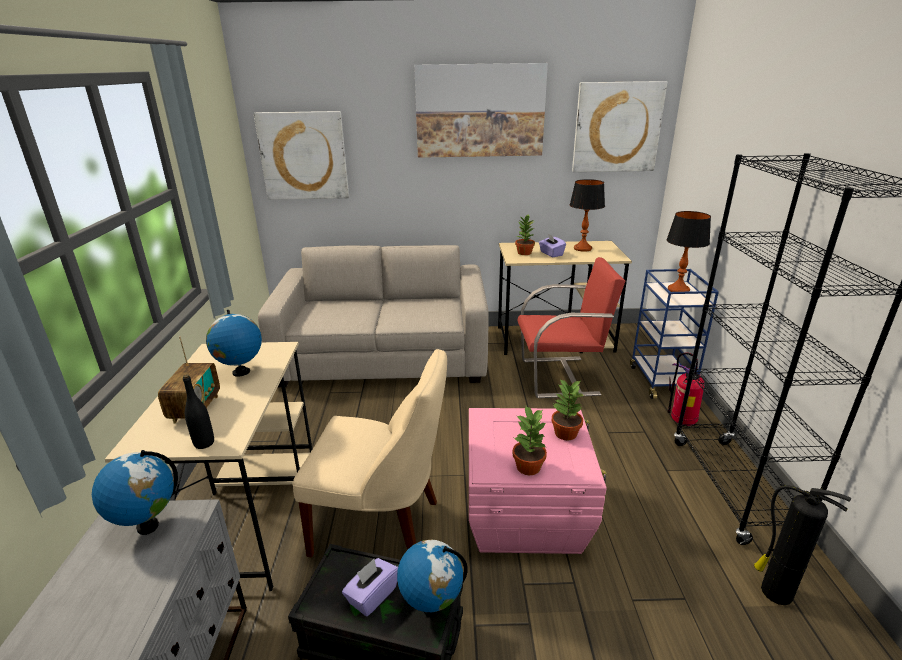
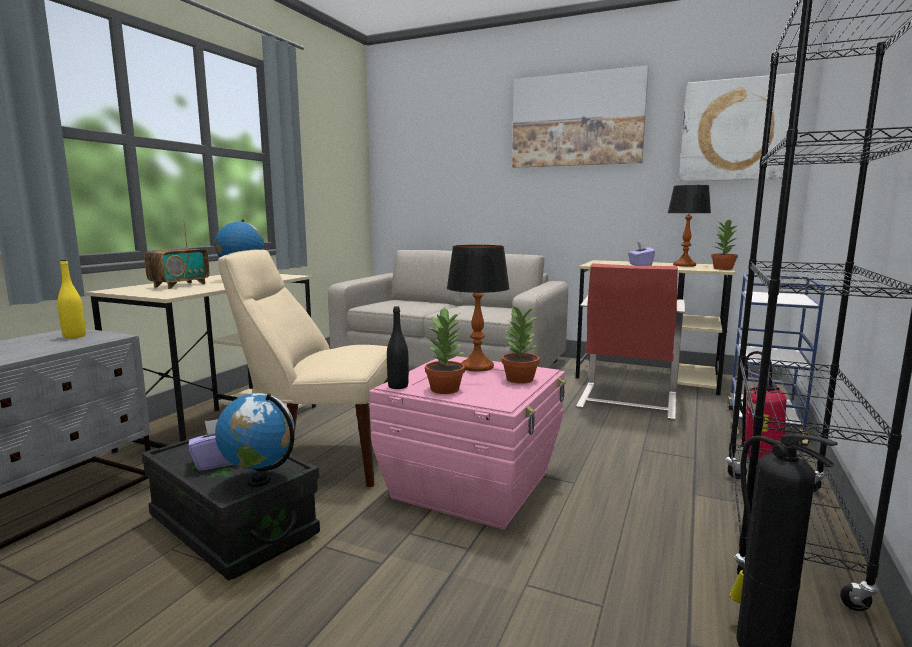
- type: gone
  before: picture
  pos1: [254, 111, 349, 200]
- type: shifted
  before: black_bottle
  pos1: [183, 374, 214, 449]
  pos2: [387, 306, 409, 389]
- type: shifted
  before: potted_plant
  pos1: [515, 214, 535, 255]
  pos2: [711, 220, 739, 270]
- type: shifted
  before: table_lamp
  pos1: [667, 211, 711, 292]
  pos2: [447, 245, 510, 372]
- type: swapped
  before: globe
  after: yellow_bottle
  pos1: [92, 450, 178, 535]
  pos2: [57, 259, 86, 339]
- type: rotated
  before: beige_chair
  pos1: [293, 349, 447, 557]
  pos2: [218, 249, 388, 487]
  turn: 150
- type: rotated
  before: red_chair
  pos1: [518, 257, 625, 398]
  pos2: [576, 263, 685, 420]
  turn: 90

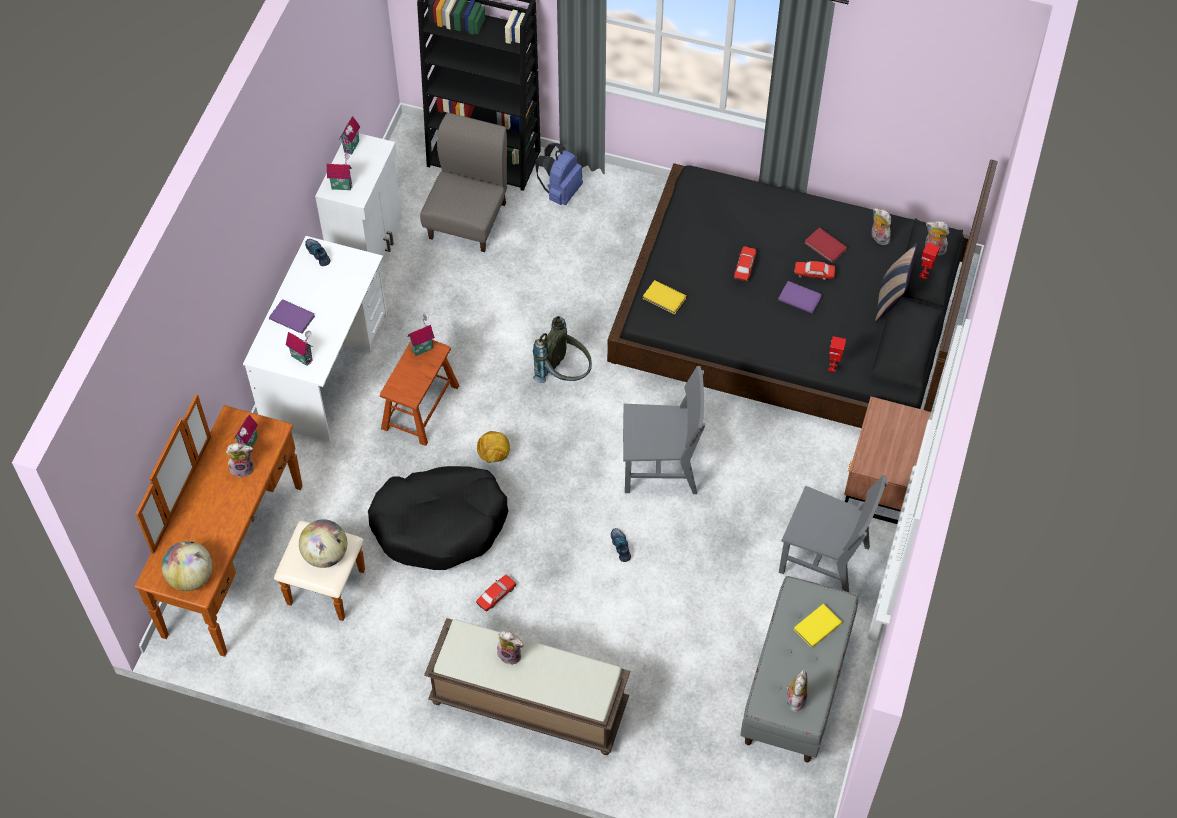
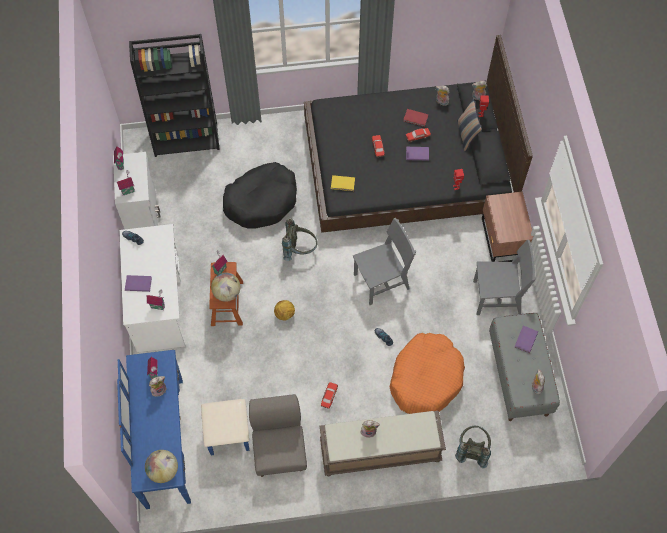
- type: gone
  before: blue_backpack
  pos1: [535, 143, 583, 205]
- type: new
  after: orange_dog_bed
  pos2: [390, 333, 465, 414]
- type: new
  after: grey_backpack
  pos2: [455, 426, 491, 468]
- type: shifted
  before: globe
  pos1: [299, 519, 347, 568]
  pos2: [211, 272, 240, 302]
- type: shifted
  before: black_dog_bed
  pos1: [368, 466, 508, 570]
  pos2: [223, 162, 297, 229]
- type: shifted
  before: grey_chair
  pos1: [420, 113, 507, 252]
  pos2: [249, 394, 307, 477]
- type: repainted
  before: brown_dresser
  after: blue_dresser
  pos1: [135, 394, 365, 657]
  pos2: [117, 350, 249, 509]
- type: repainted
  before: yellow_book
  after: purple_book
  pos1: [794, 603, 842, 648]
  pos2: [515, 325, 538, 353]

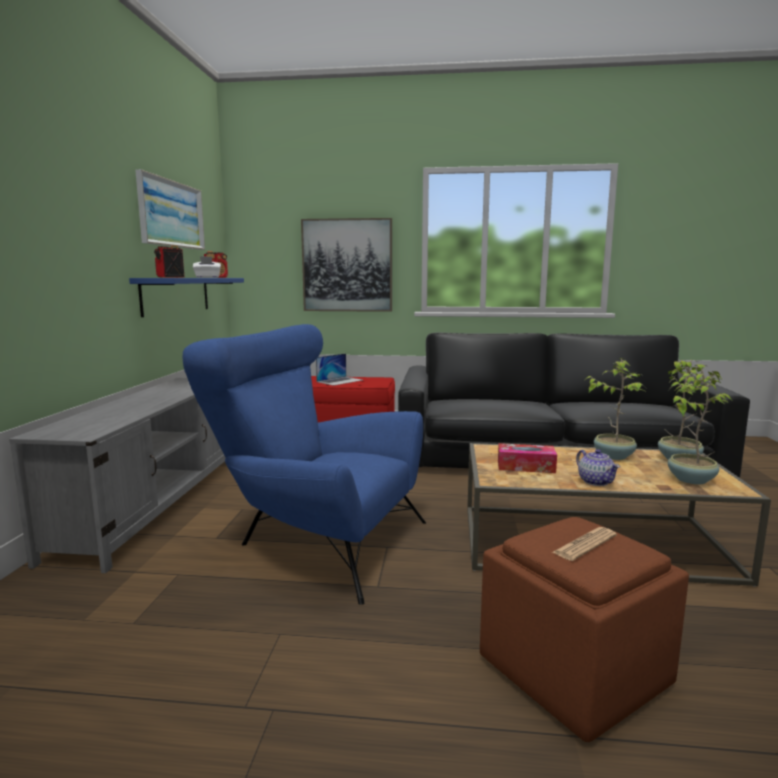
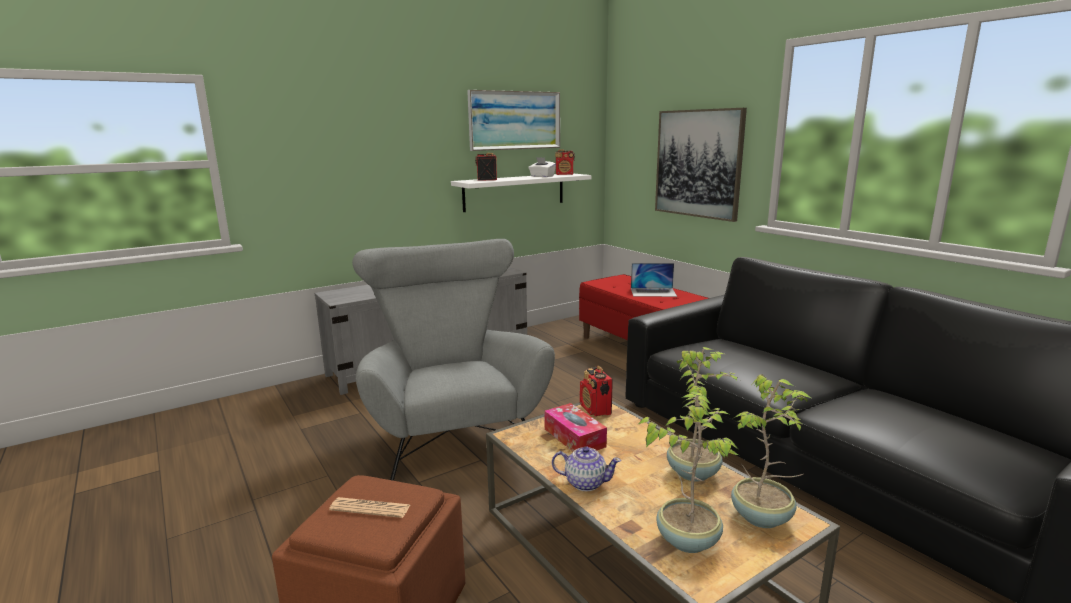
- type: new
  after: radio
  pos2: [580, 366, 613, 416]
- type: repainted
  before: blue_shelf
  after: white_shelf
  pos1: [129, 278, 244, 317]
  pos2: [451, 174, 591, 212]
- type: repainted
  before: blue_armchair
  after: grey_armchair
  pos1: [183, 324, 426, 605]
  pos2: [352, 239, 555, 481]
- type: rotated
  before: teapot
  pos1: [576, 449, 620, 486]
  pos2: [552, 446, 621, 491]
  turn: -105

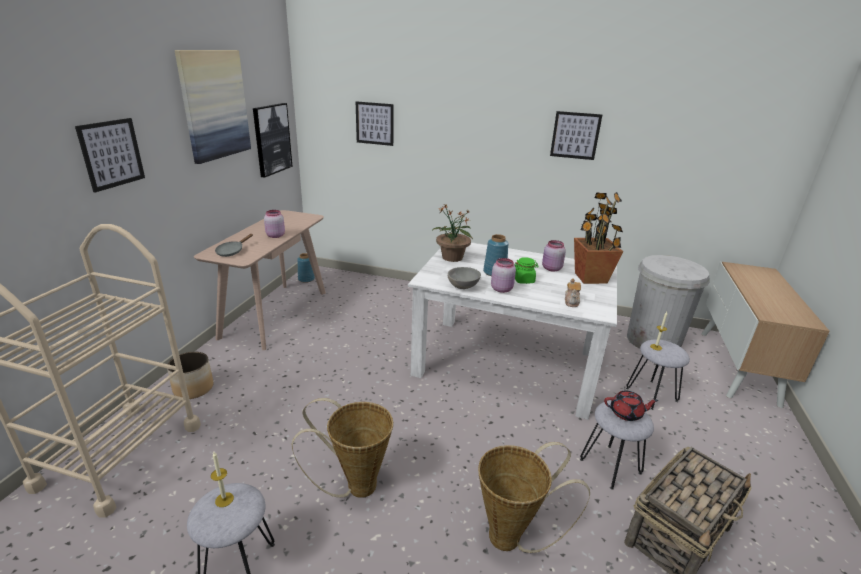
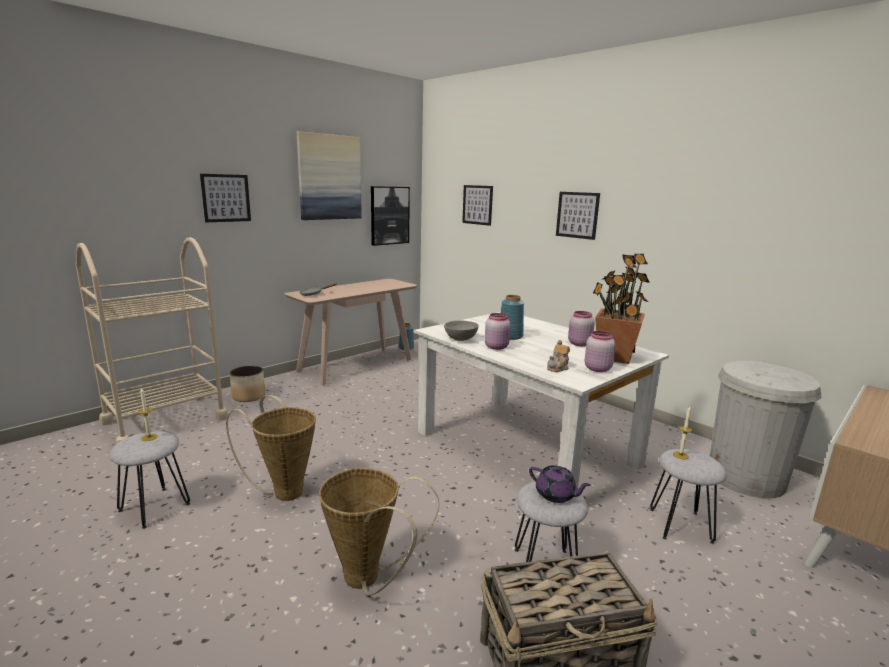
- type: gone
  before: potted_plant
  pos1: [432, 204, 473, 262]
- type: gone
  before: green_jar
  pos1: [514, 257, 539, 284]
- type: shifted
  before: pink_jar
  pos1: [264, 210, 285, 238]
  pos2: [585, 331, 616, 372]
- type: shifted
  before: picture
  pos1: [550, 111, 602, 160]
  pos2: [556, 192, 600, 240]
- type: repainted
  before: red_teapot
  after: purple_teapot
  pos1: [604, 391, 659, 421]
  pos2: [529, 465, 591, 503]

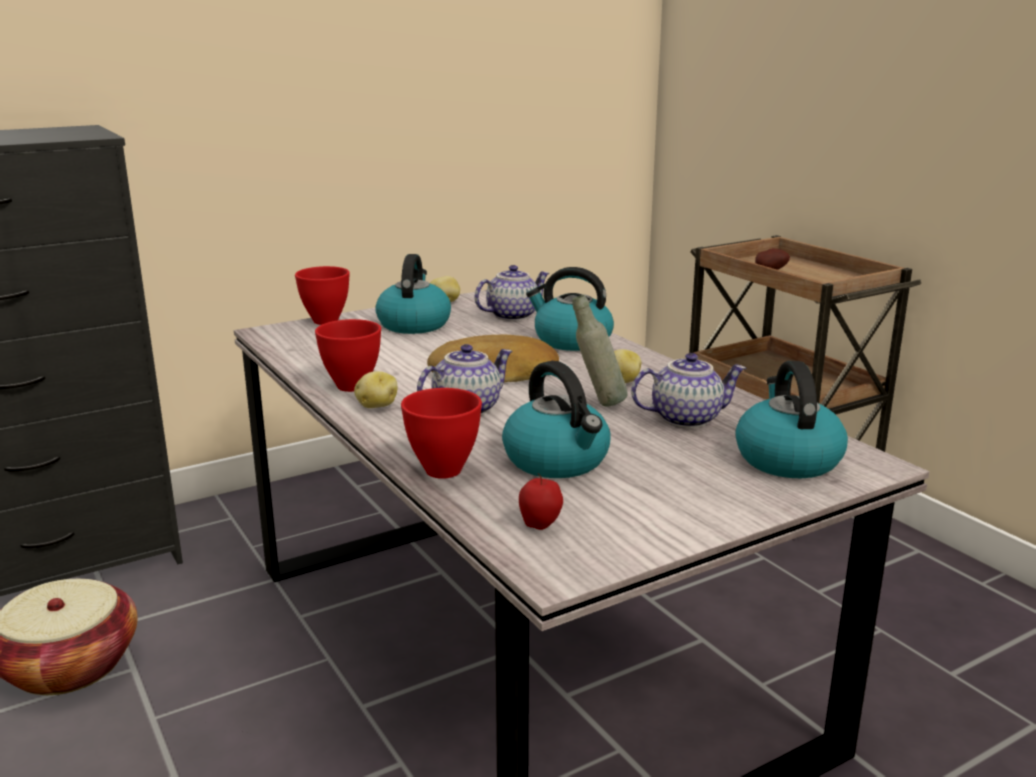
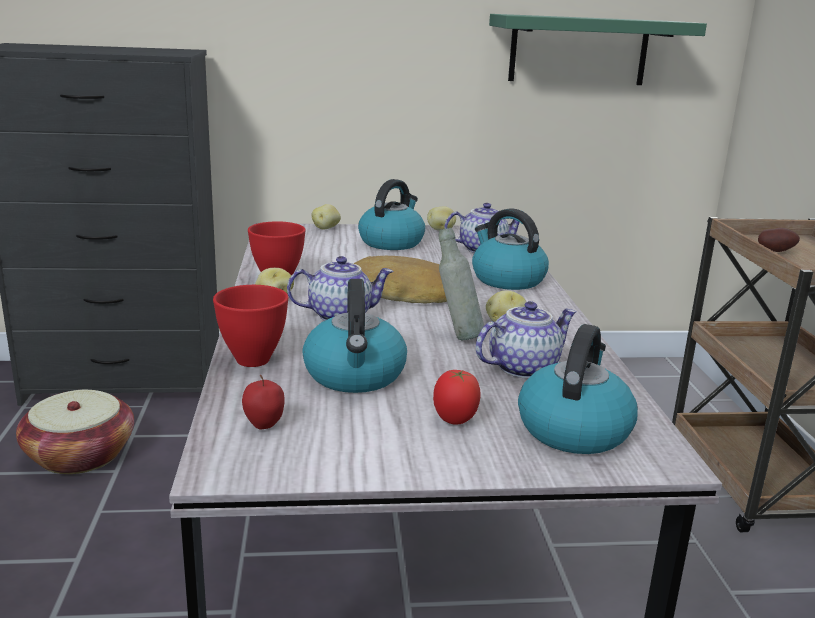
- type: new
  after: tomato
  pos2: [433, 370, 481, 425]
- type: new
  after: green_shelf
  pos2: [489, 14, 707, 85]
- type: swapped
  before: red_bowl
  after: potato
  pos1: [295, 266, 350, 325]
  pos2: [312, 204, 341, 230]
- type: rotated
  before: teapot
  pos1: [631, 353, 747, 428]
  pos2: [476, 301, 576, 379]
  turn: -45

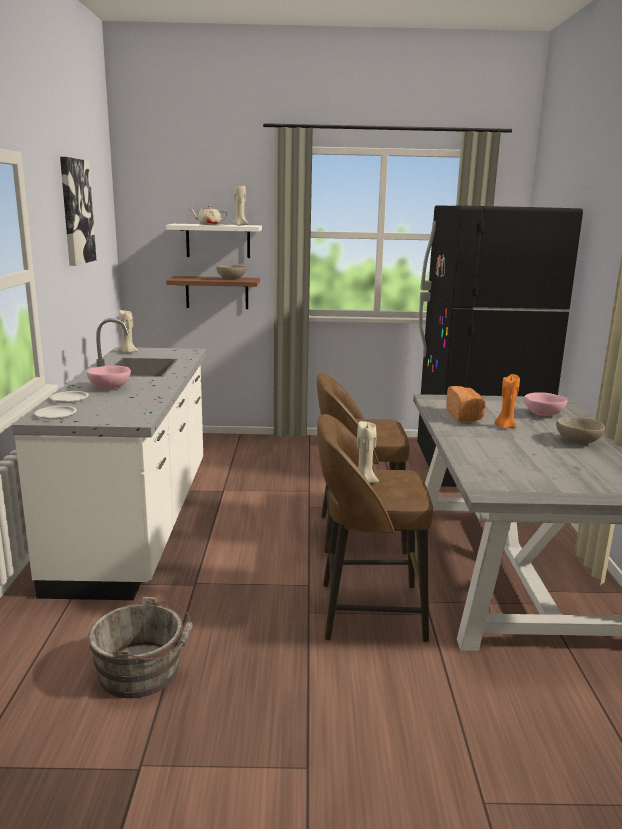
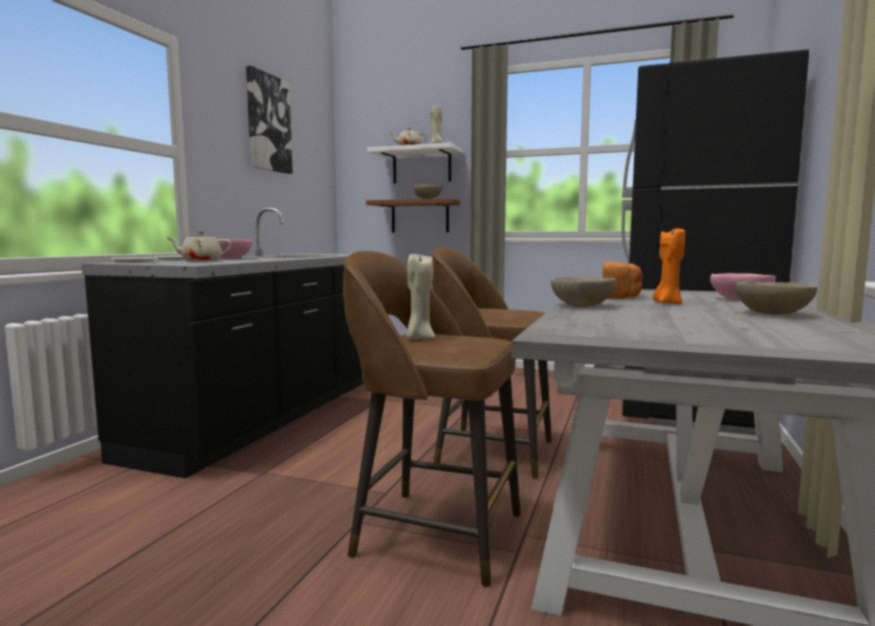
- type: gone
  before: grey_bucket
  pos1: [88, 597, 193, 698]
- type: gone
  before: beige_candle
  pos1: [118, 310, 139, 353]
- type: new
  after: beige_teapot
  pos2: [166, 231, 232, 261]
- type: new
  after: beige_bowl
  pos2: [551, 277, 616, 307]
- type: repainted
  before: white_counter
  after: black_counter
  pos1: [12, 318, 207, 600]
  pos2: [81, 207, 364, 478]

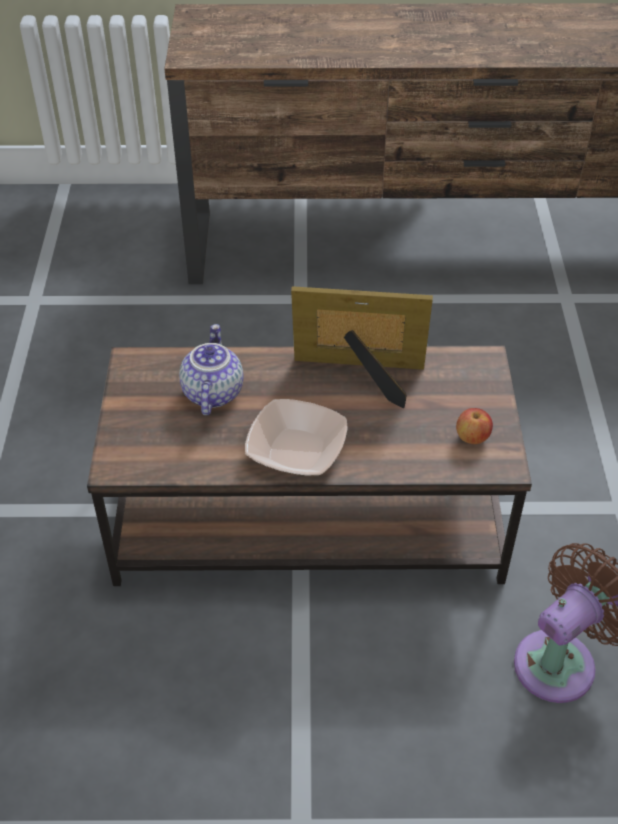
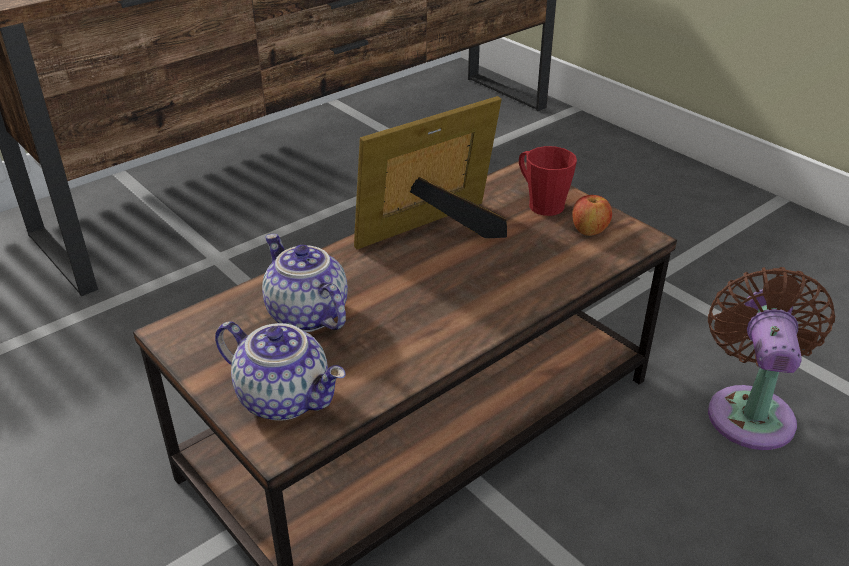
- type: gone
  before: bowl
  pos1: [245, 399, 348, 476]
- type: new
  after: teapot
  pos2: [215, 321, 346, 421]
- type: new
  after: red_mug
  pos2: [519, 146, 577, 216]

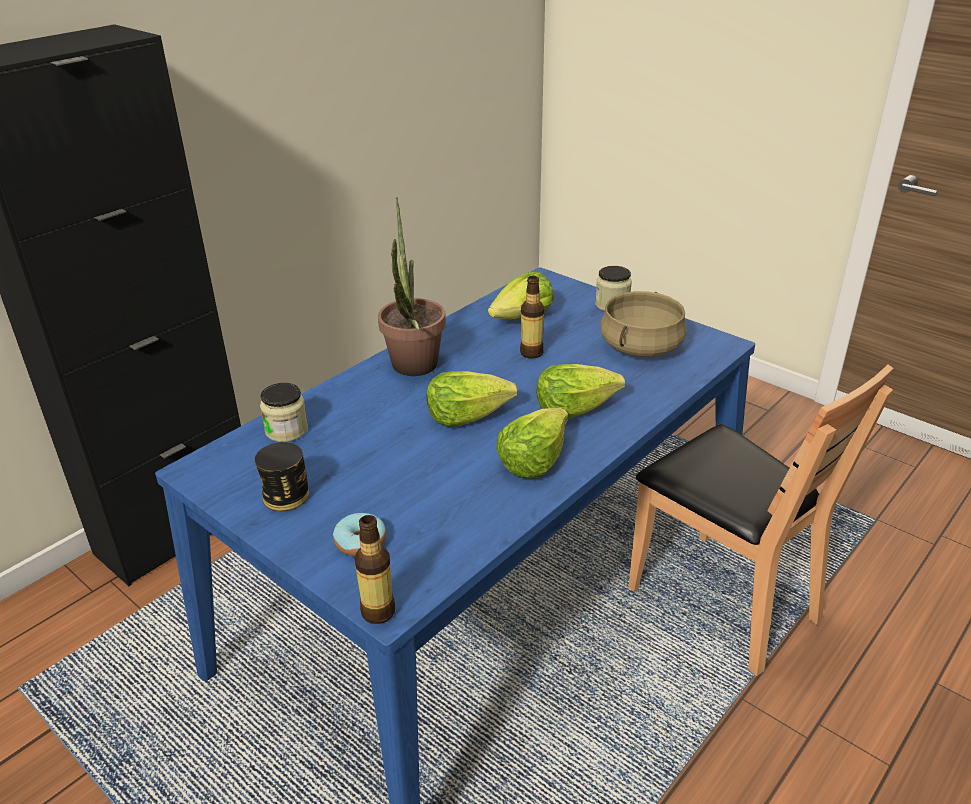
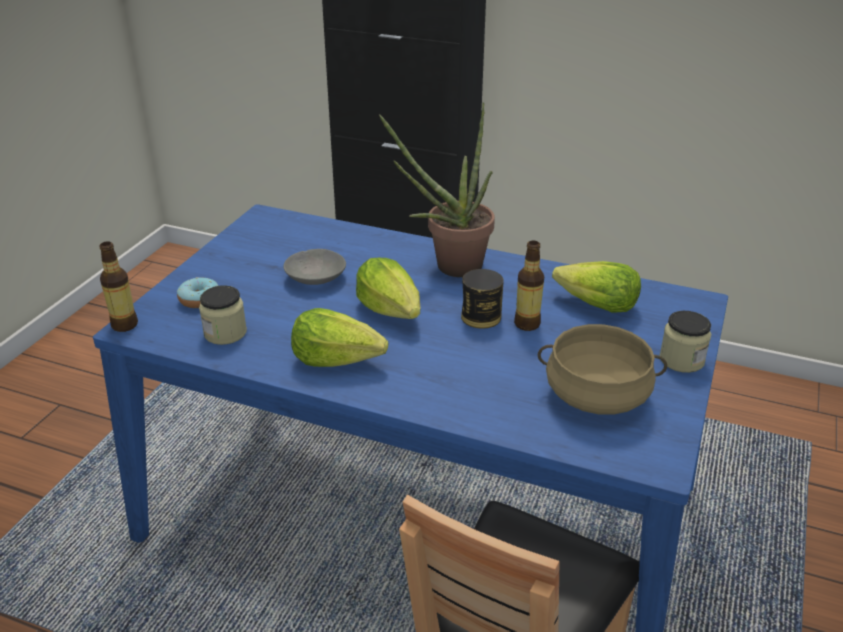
- type: gone
  before: lettuce
  pos1: [536, 364, 625, 418]
- type: new
  after: grey_bowl
  pos2: [283, 249, 346, 285]
- type: shifted
  before: can
  pos1: [255, 442, 309, 511]
  pos2: [461, 269, 504, 329]
- type: shifted
  before: jar
  pos1: [260, 383, 308, 442]
  pos2: [199, 285, 247, 345]

